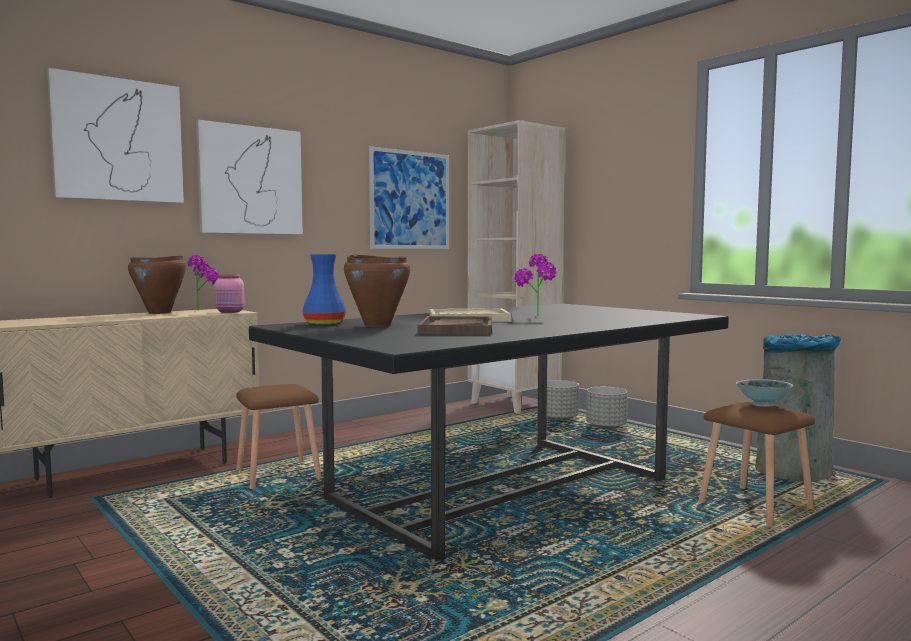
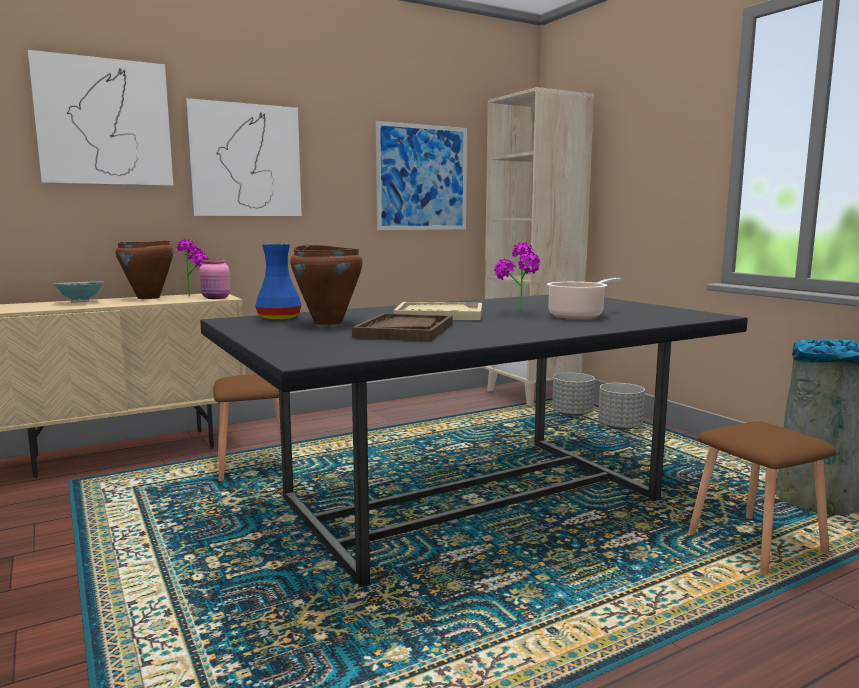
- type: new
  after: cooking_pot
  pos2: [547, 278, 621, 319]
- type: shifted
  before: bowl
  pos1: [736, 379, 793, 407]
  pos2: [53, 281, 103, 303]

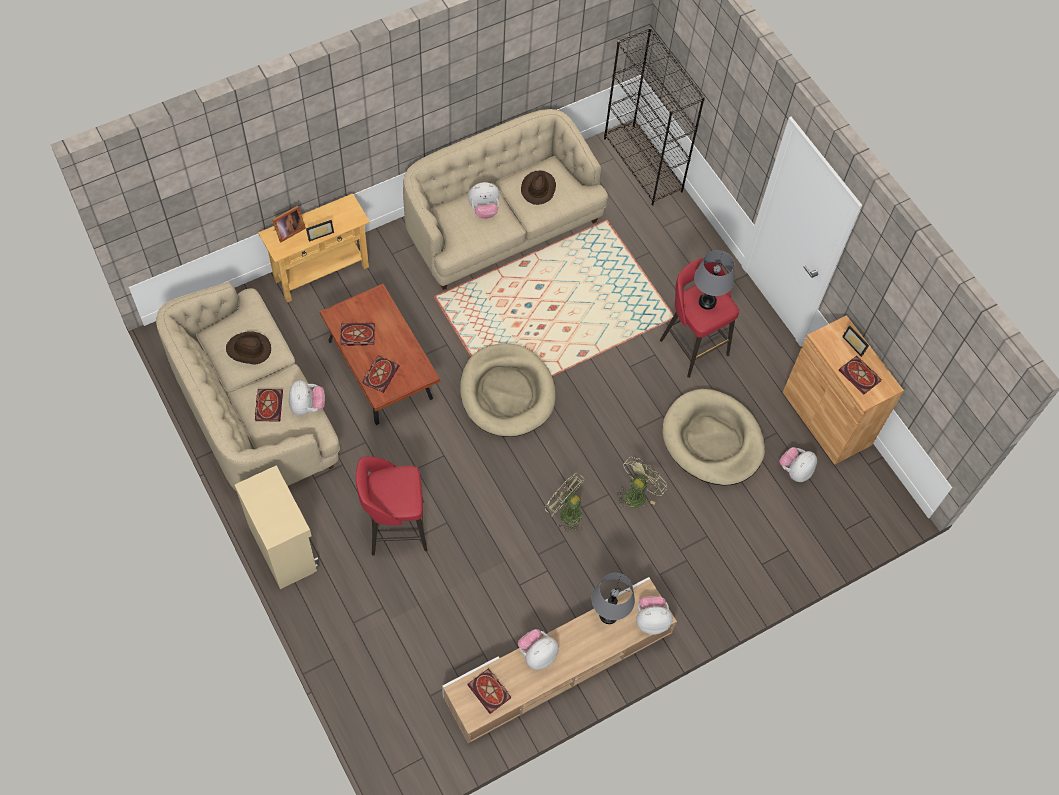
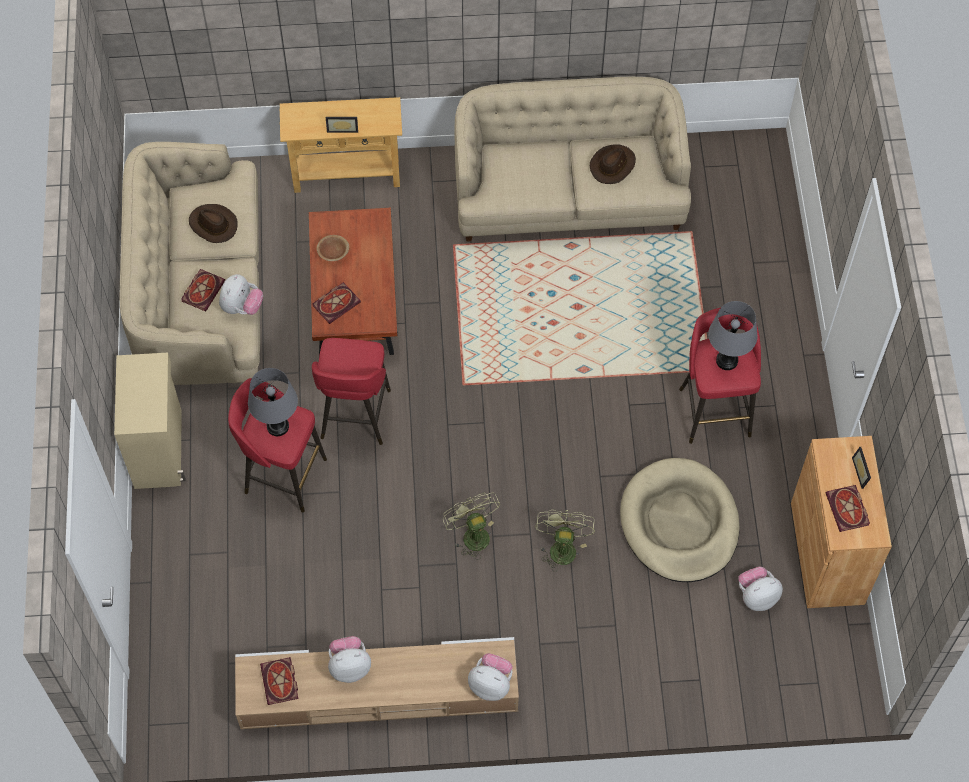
- type: gone
  before: picture_frame
  pos1: [272, 206, 306, 242]
- type: gone
  before: beige_dog_bed
  pos1: [460, 343, 556, 437]
- type: gone
  before: plush_toy
  pos1: [468, 182, 500, 219]
- type: gone
  before: black_bookcase
  pos1: [604, 28, 705, 206]
- type: new
  after: red_stool
  pos2: [312, 338, 391, 445]
- type: shifted
  before: grey_table_lamp
  pos1: [592, 573, 635, 624]
  pos2: [248, 368, 298, 436]
- type: swapped
  before: book
  after: brown_bowl
  pos1: [340, 323, 375, 346]
  pos2: [317, 235, 349, 261]
- type: rotated
  before: green_fan
  pos1: [617, 457, 667, 508]
  pos2: [535, 510, 595, 572]
  turn: -60

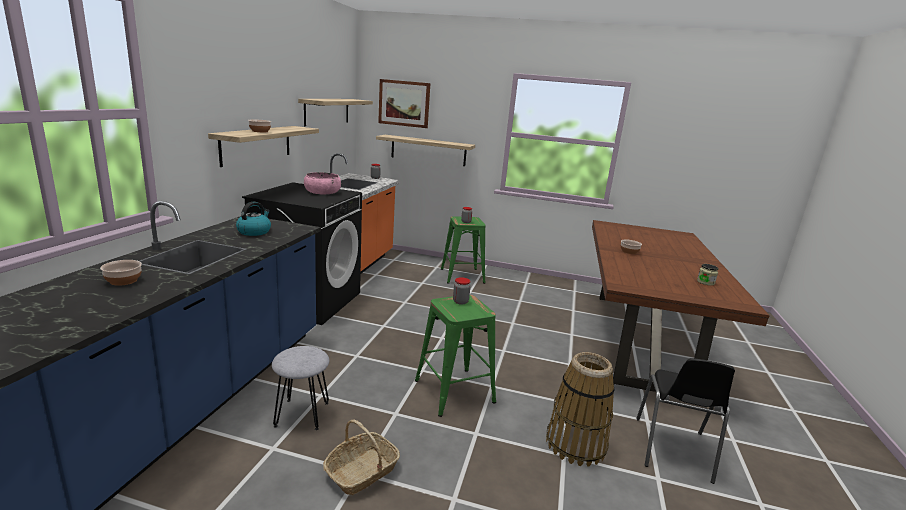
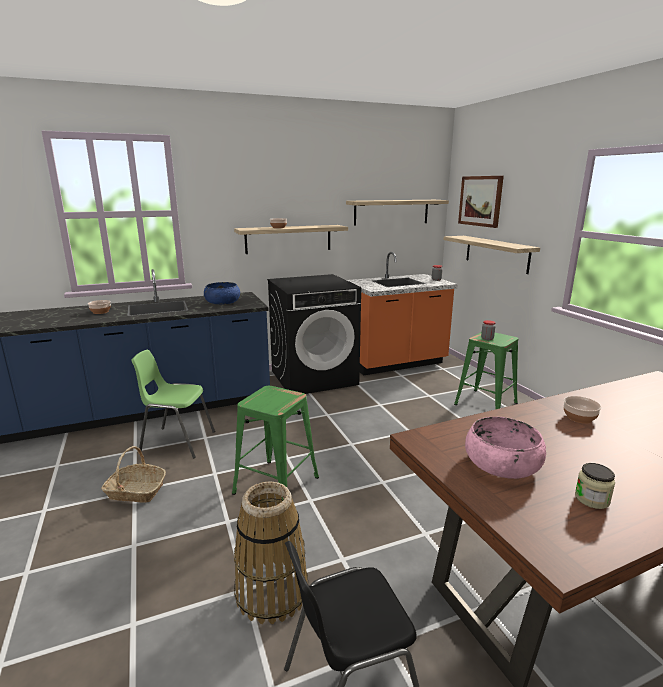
- type: gone
  before: jar
  pos1: [453, 277, 471, 305]
- type: shifted
  before: pink_bowl
  pos1: [304, 172, 341, 194]
  pos2: [465, 417, 546, 479]
- type: swapped
  before: kettle
  after: blue_bowl
  pos1: [236, 202, 271, 236]
  pos2: [204, 282, 240, 304]
- type: swapped
  before: grey_stool
  after: green_chair
  pos1: [272, 346, 329, 430]
  pos2: [131, 350, 215, 459]

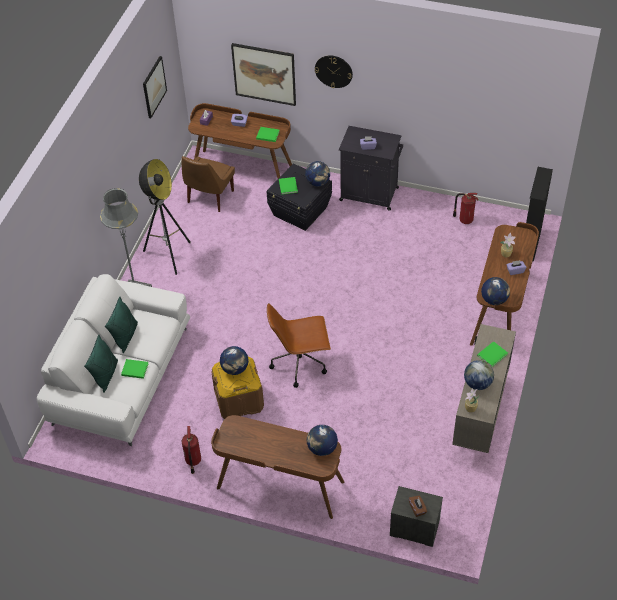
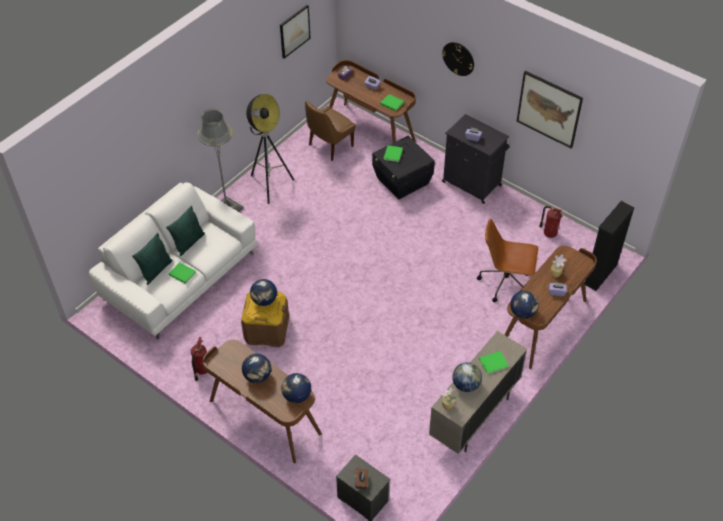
- type: shifted
  before: picture
  pos1: [231, 43, 296, 106]
  pos2: [517, 71, 583, 148]
- type: shifted
  before: brown_office_chair
  pos1: [267, 303, 331, 388]
  pos2: [477, 219, 539, 302]
- type: shifted
  before: globe
  pos1: [305, 161, 330, 186]
  pos2: [242, 354, 271, 383]

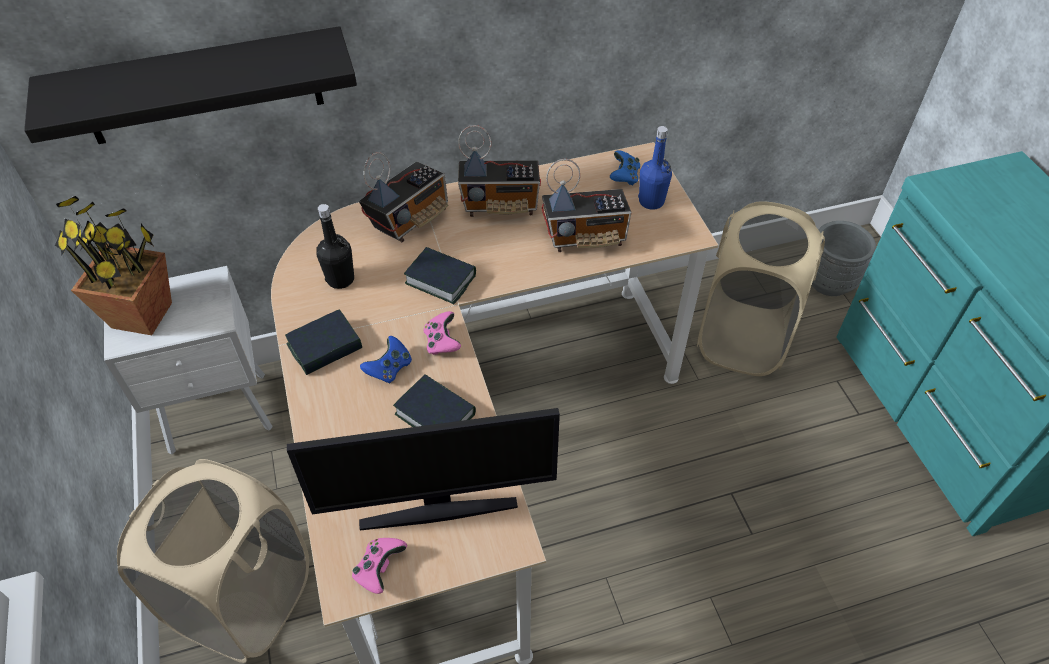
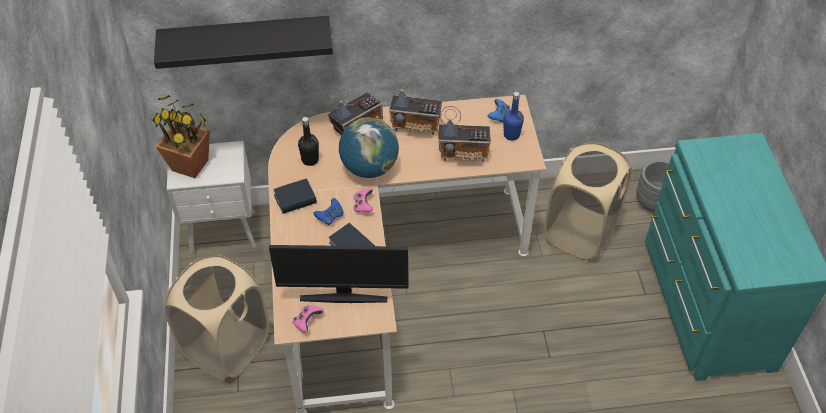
- type: swapped
  before: book
  after: globe
  pos1: [404, 247, 476, 304]
  pos2: [339, 117, 399, 178]

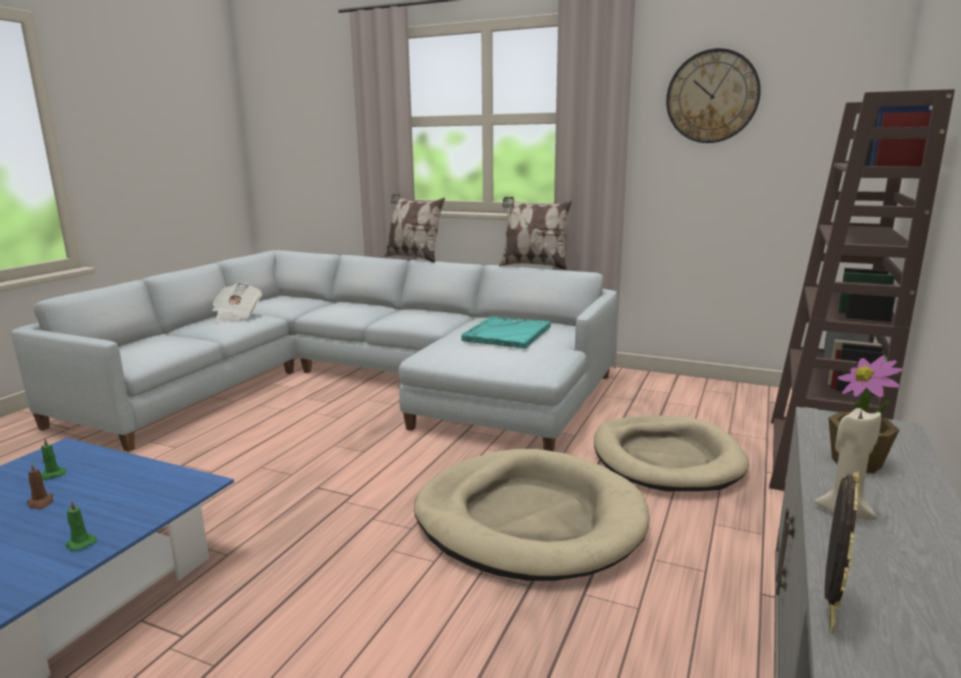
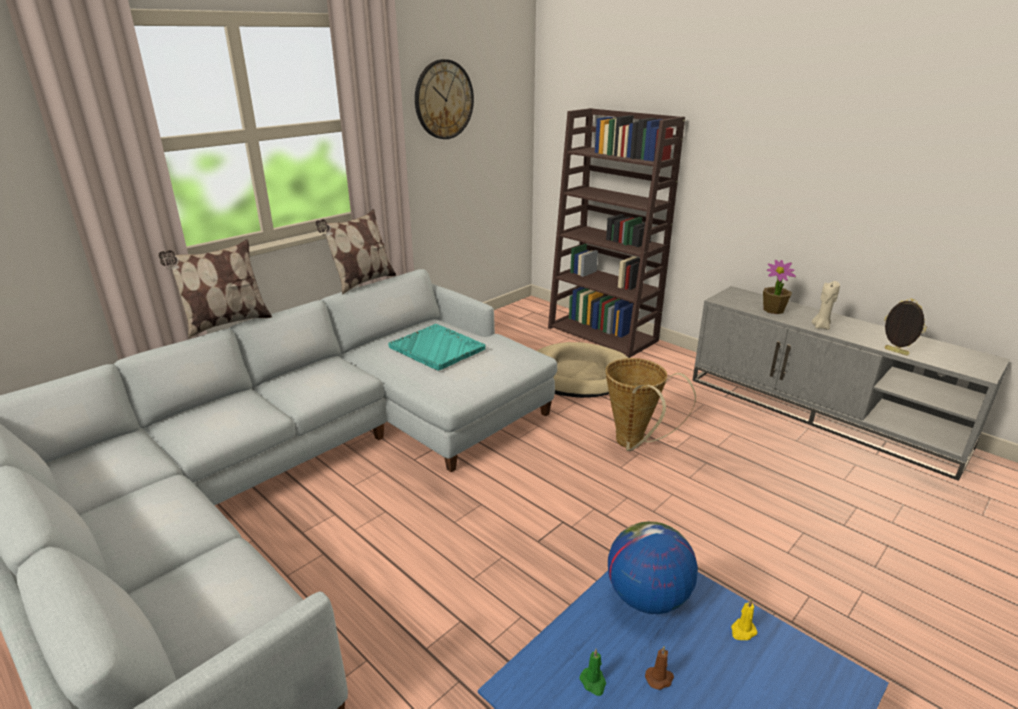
- type: gone
  before: newspaper
  pos1: [212, 282, 262, 322]
- type: new
  after: globe
  pos2: [608, 521, 698, 614]
- type: swapped
  before: beige_dog_bed
  after: basket
  pos1: [414, 449, 649, 581]
  pos2: [606, 358, 696, 451]
- type: repainted
  before: green_candle
  after: yellow_candle
  pos1: [65, 500, 97, 551]
  pos2: [731, 599, 757, 640]

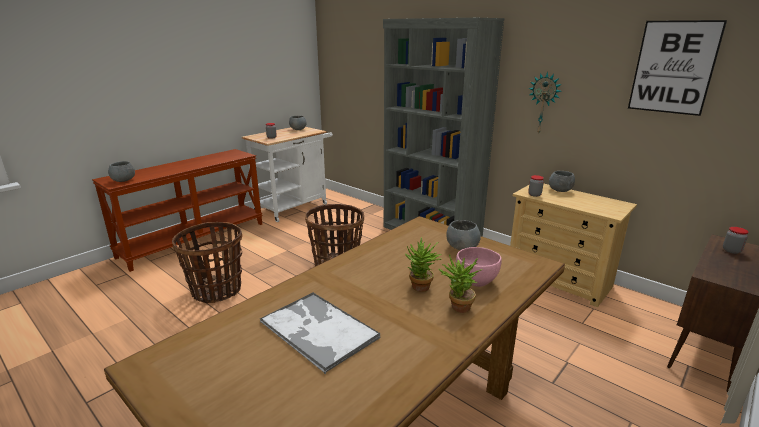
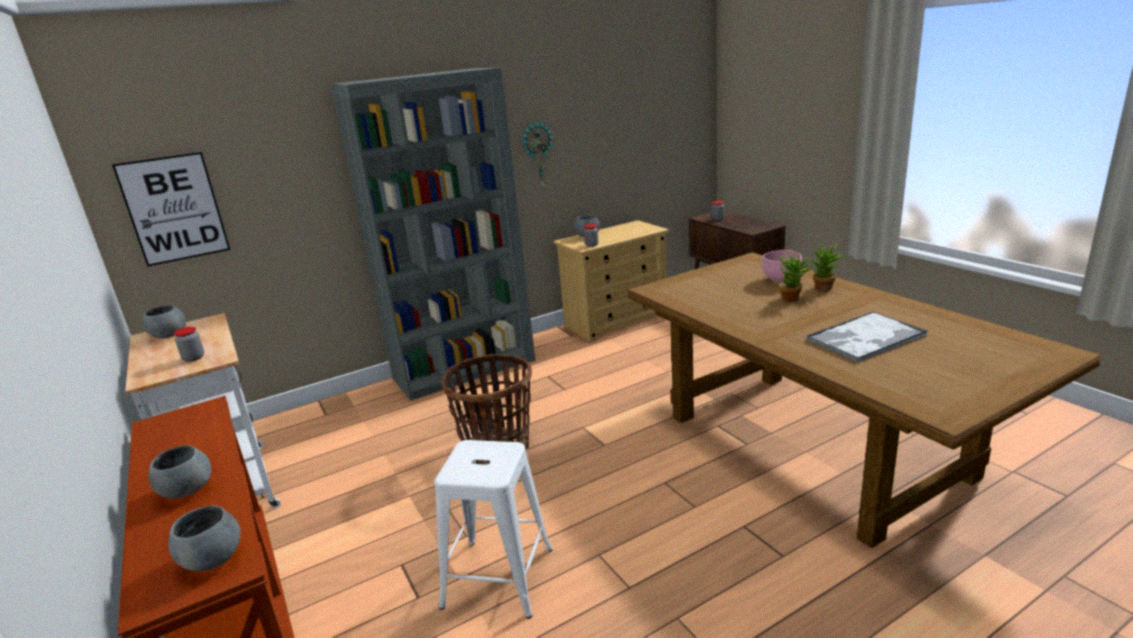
- type: shifted
  before: grey_bowl
  pos1: [447, 220, 481, 250]
  pos2: [149, 445, 211, 499]
- type: shifted
  before: picture
  pos1: [628, 20, 727, 116]
  pos2: [112, 152, 230, 267]
- type: swapped
  before: basket
  after: white_stool
  pos1: [172, 222, 242, 303]
  pos2: [434, 440, 553, 619]

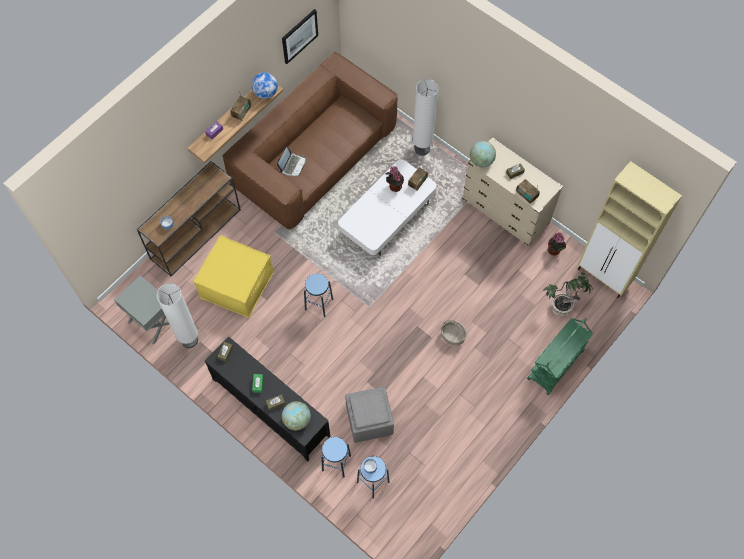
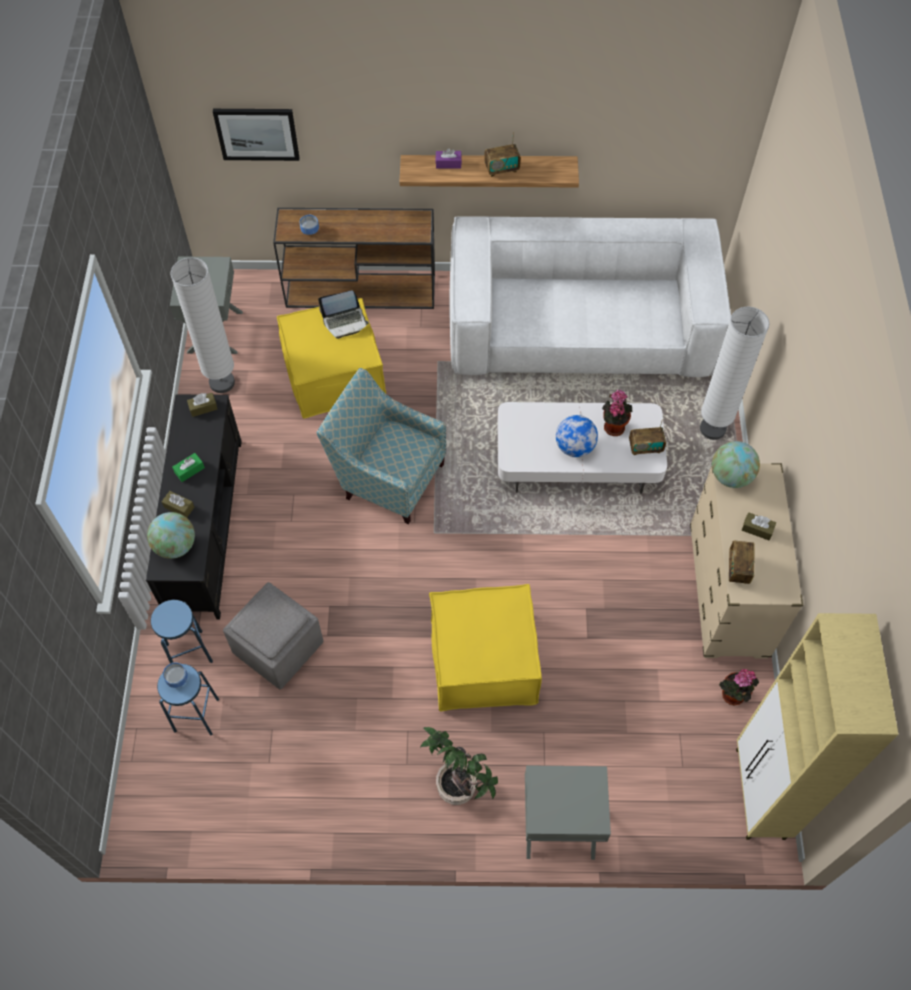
- type: shifted
  before: globe
  pos1: [251, 72, 278, 99]
  pos2: [556, 415, 598, 457]
- type: shifted
  before: laptop
  pos1: [277, 147, 305, 176]
  pos2: [318, 290, 369, 339]
- type: shifted
  before: picture
  pos1: [282, 9, 318, 64]
  pos2: [213, 109, 299, 161]
- type: shifted
  before: potted_plant
  pos1: [542, 272, 593, 316]
  pos2: [420, 727, 498, 805]
- type: swapped
  before: blue_stool
  after: armchair
  pos1: [304, 273, 333, 317]
  pos2: [316, 368, 446, 524]
- type: swapped
  before: basket
  after: yellow_ottoman
  pos1: [441, 320, 467, 346]
  pos2: [429, 584, 542, 711]
- type: swapped
  before: green_cart
  after: grey_nightstand
  pos1: [527, 318, 593, 395]
  pos2: [525, 765, 611, 860]
- type: repainted
  before: brown_sofa
  after: white_sofa
  pos1: [222, 52, 398, 229]
  pos2: [449, 216, 731, 377]

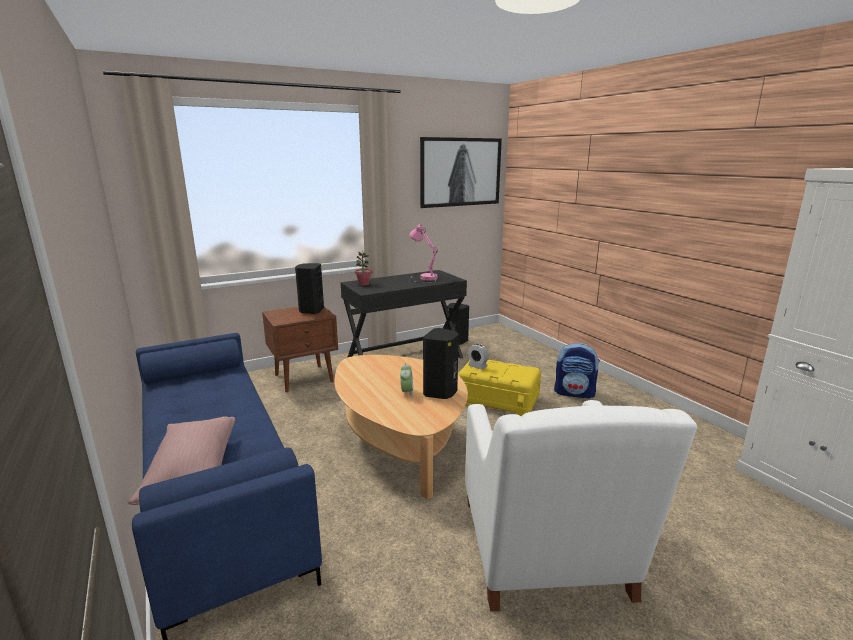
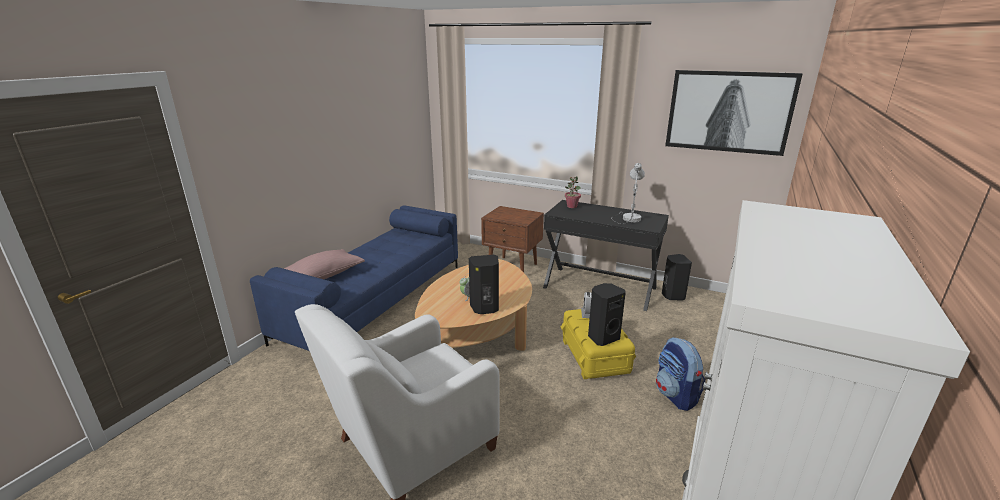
- type: shifted
  before: black_speaker
  pos1: [295, 263, 324, 314]
  pos2: [588, 283, 626, 346]
- type: repainted
  before: pink_table_lamp
  after: white_table_lamp
  pos1: [409, 225, 438, 283]
  pos2: [611, 163, 645, 224]

